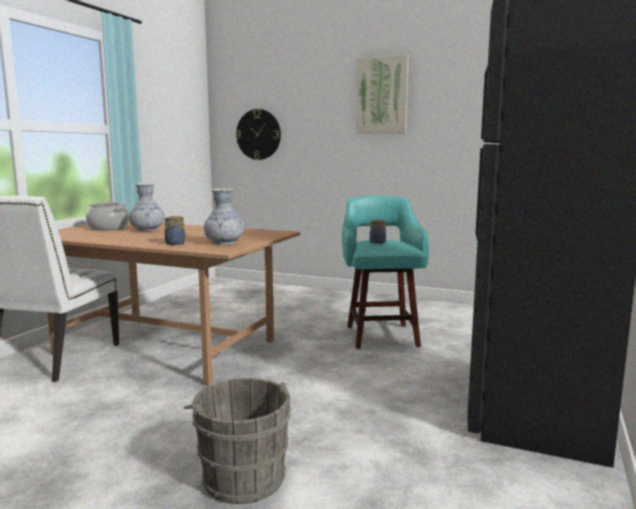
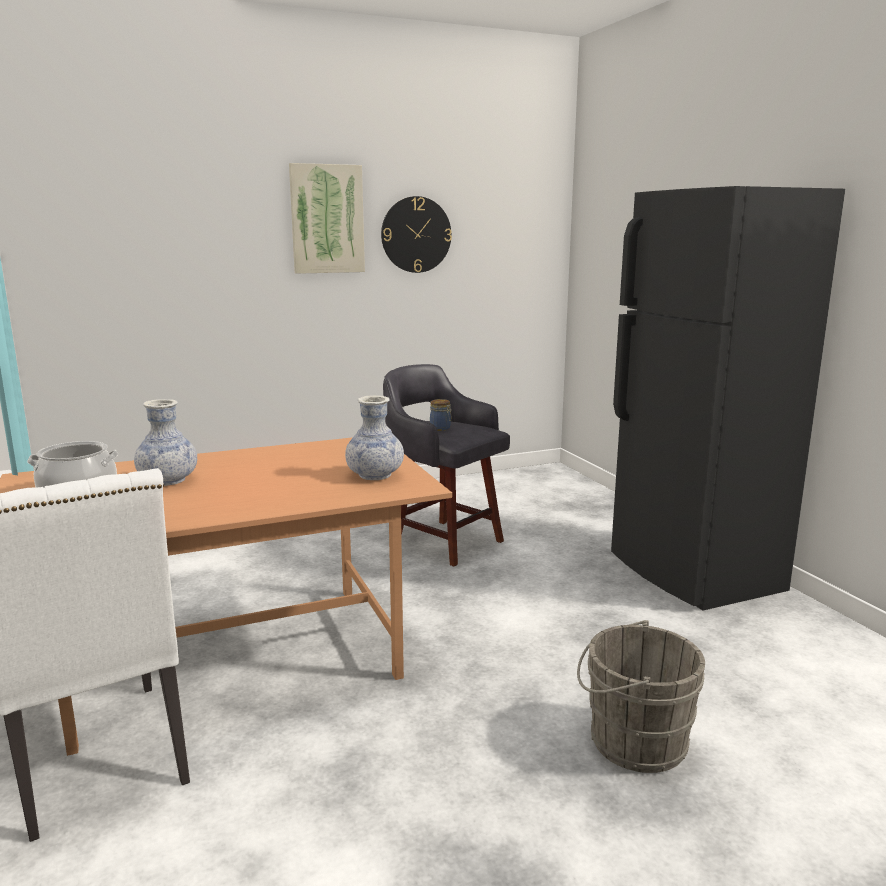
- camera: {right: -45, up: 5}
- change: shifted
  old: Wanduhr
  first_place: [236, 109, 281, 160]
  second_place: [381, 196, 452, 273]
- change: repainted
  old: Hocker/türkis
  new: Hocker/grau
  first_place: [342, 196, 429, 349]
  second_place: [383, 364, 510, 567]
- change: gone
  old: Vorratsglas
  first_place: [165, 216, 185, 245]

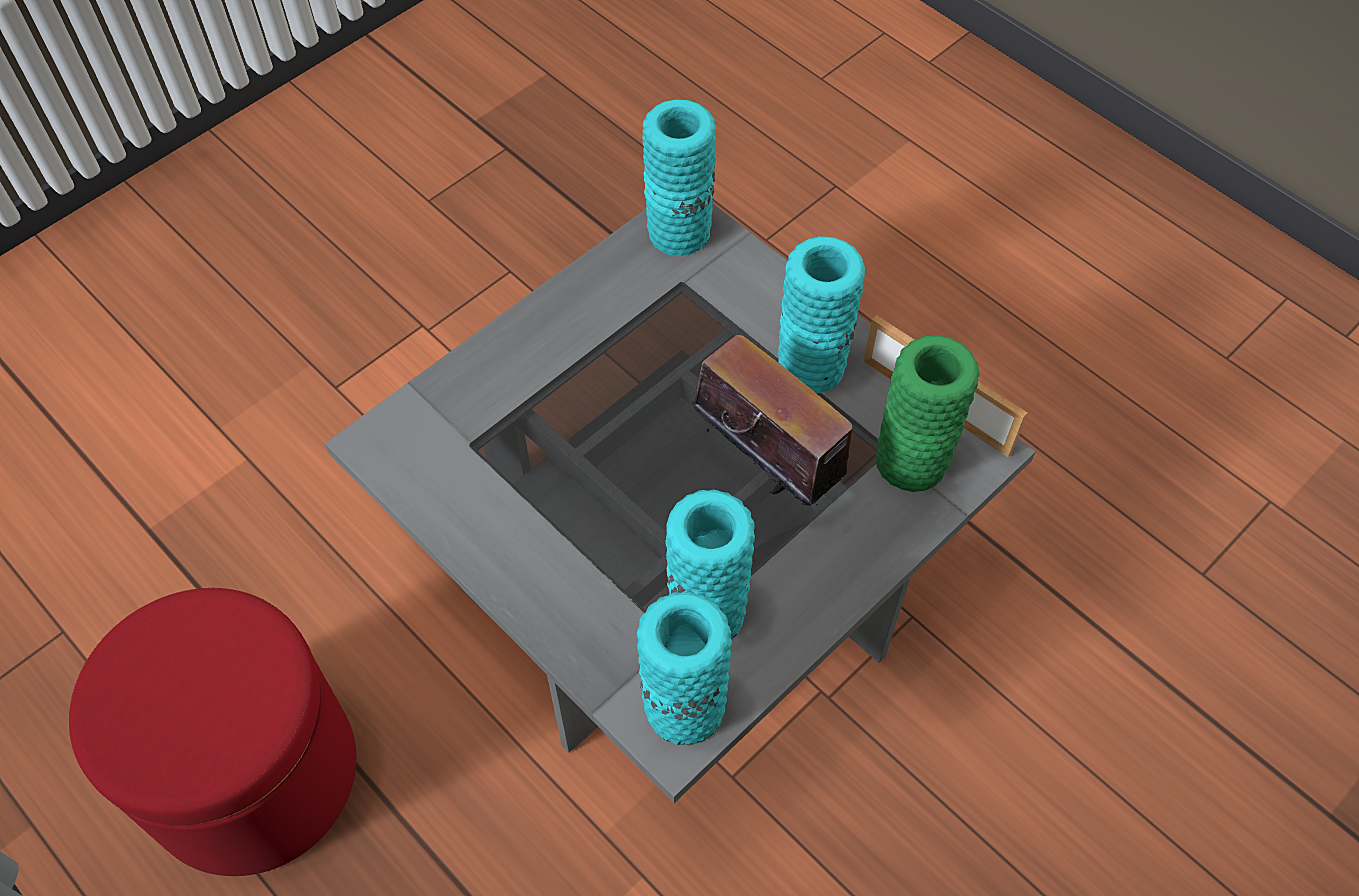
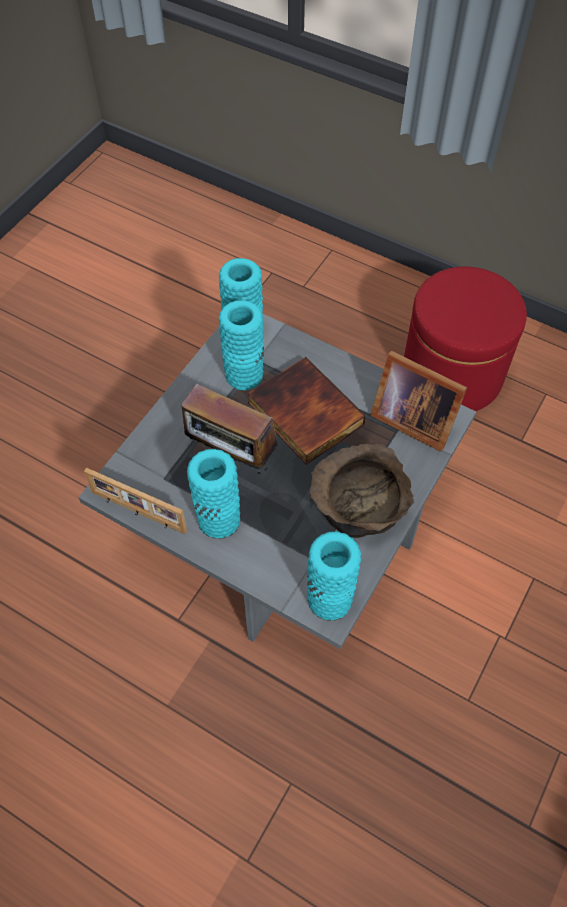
- camera: {right: 165, up: 0}
- change: new
  new: Buch
  second_place: [248, 357, 366, 465]
- change: new
  new: Schüssel/braun
  second_place: [310, 444, 414, 538]
- change: new
  new: Bilderrahmen
  second_place: [370, 351, 467, 452]
- change: gone
  old: Vase/grün
  first_place: [876, 335, 980, 492]

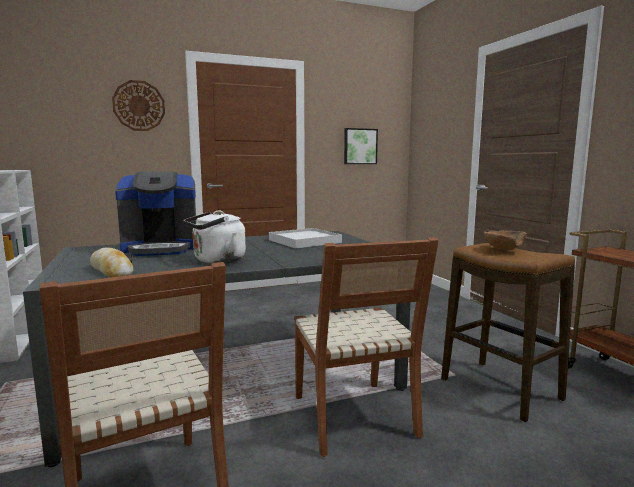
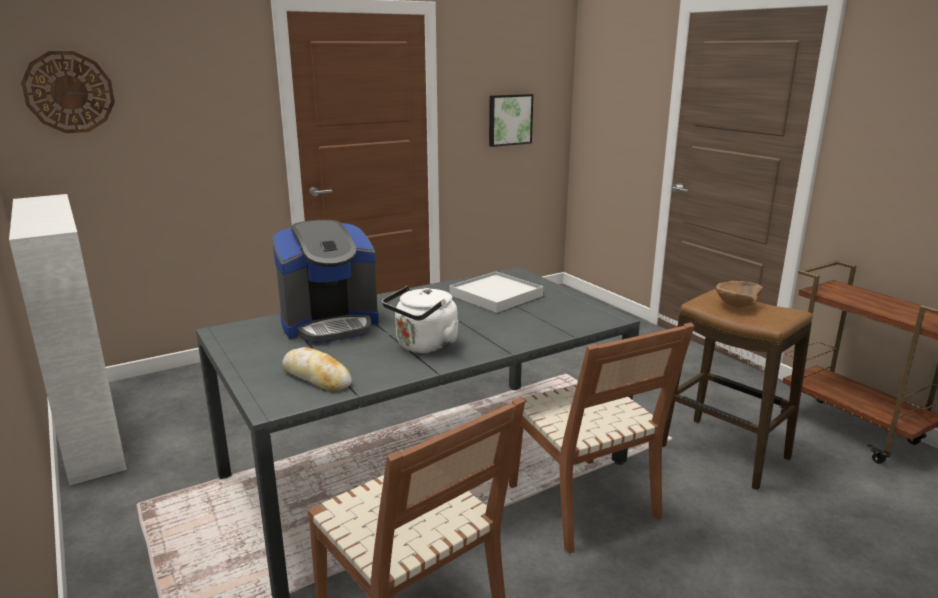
- camera: {right: -10, up: 10}
- change: shifted
  old: Wanduhr
  first_place: [112, 80, 165, 131]
  second_place: [21, 51, 115, 133]

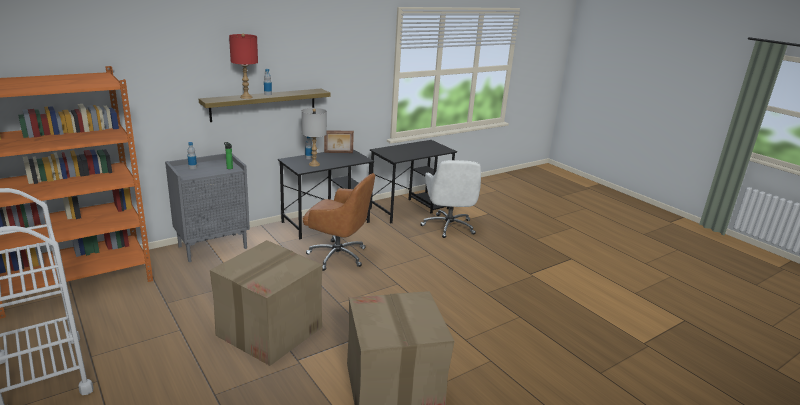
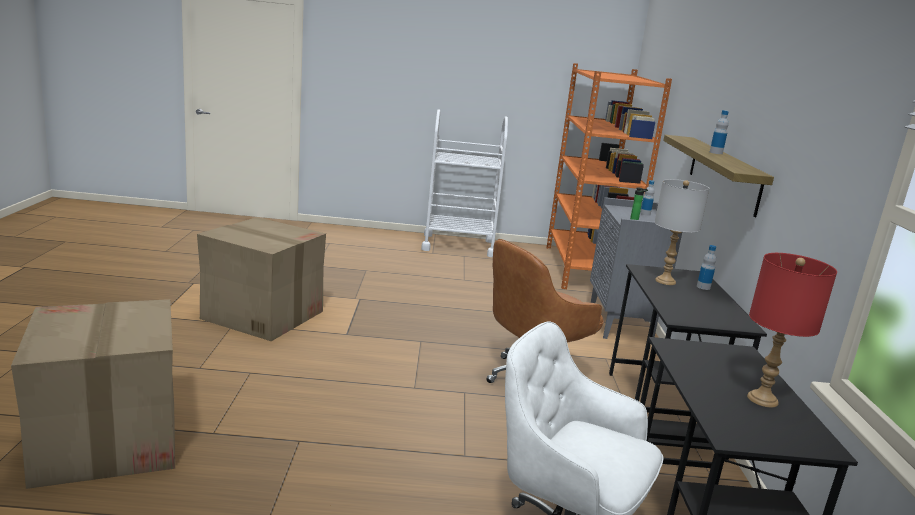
- camera: {right: 125, up: -5}
- change: shifted
  old: Karton
  first_place: [210, 240, 323, 366]
  second_place: [11, 299, 175, 489]
- change: shifted
  old: Tischlampe/rot
  first_place: [229, 33, 258, 99]
  second_place: [747, 253, 837, 407]
- change: gone
  old: Bilderrahmen
  first_place: [324, 130, 354, 153]

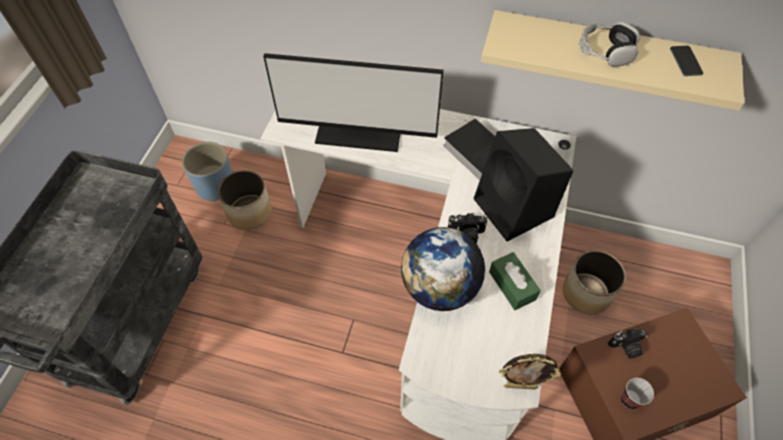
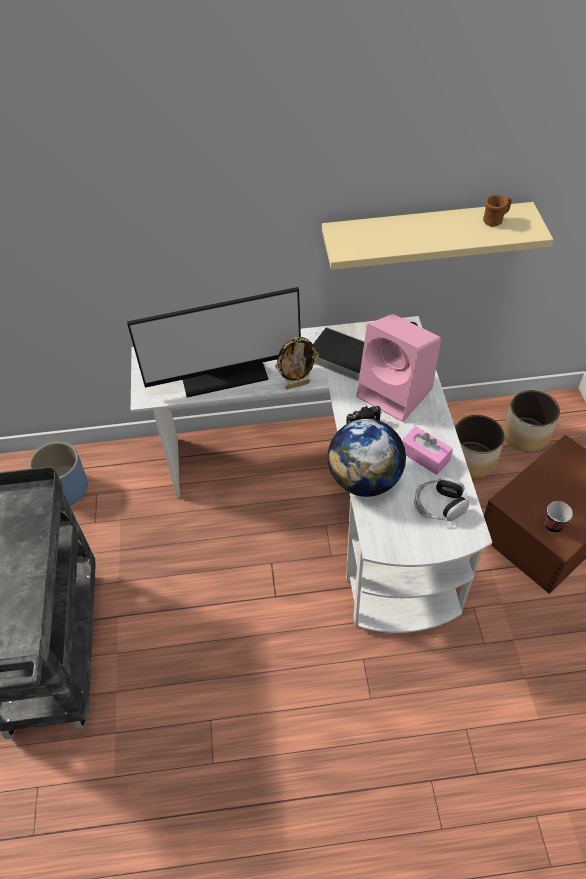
- camera: {right: -20, up: -5}
- change: shifted
  old: Bilderrahmen
  first_place: [499, 354, 561, 389]
  second_place: [275, 337, 319, 390]
- change: repainted
  old: Lautsprecher/schwarz
  new: Lautsprecher/rosa
  first_place: [474, 128, 573, 242]
  second_place: [357, 314, 441, 422]
- change: repainted
  old: Taschentuchbox/grün
  new: Taschentuchbox/rosa
  first_place: [489, 252, 541, 310]
  second_place: [402, 426, 453, 475]
- change: shifted
  old: Kopfhörer
  first_place: [579, 22, 640, 67]
  second_place: [414, 477, 469, 521]
- change: swapped
  old: Handy
  new: Henkelbecher/braun
  first_place: [670, 46, 703, 76]
  second_place: [483, 195, 512, 227]
- change: shifted
  old: Pflanzkübel
  first_place: [218, 170, 272, 230]
  second_place: [503, 390, 560, 452]
- change: gone
  old: Kamera
  first_place: [608, 329, 648, 358]

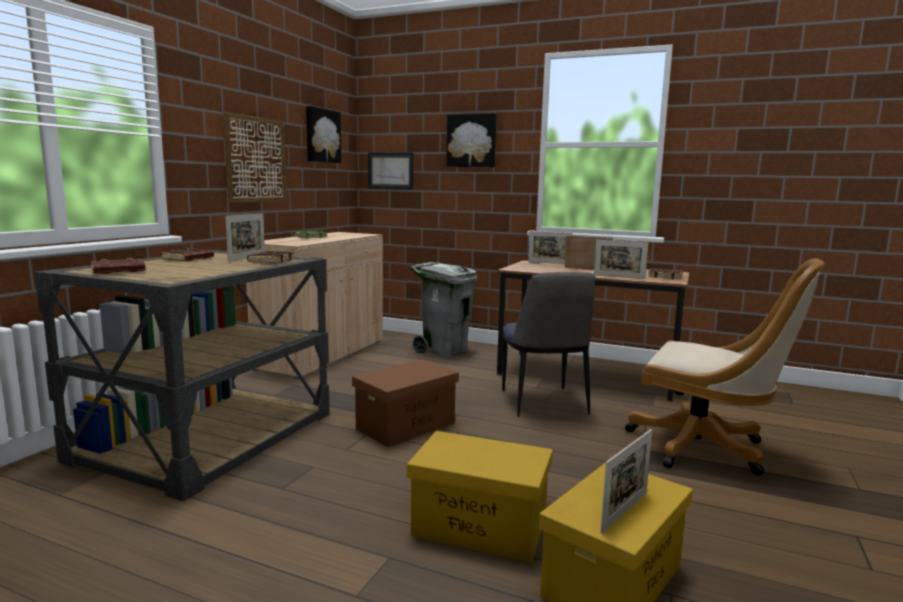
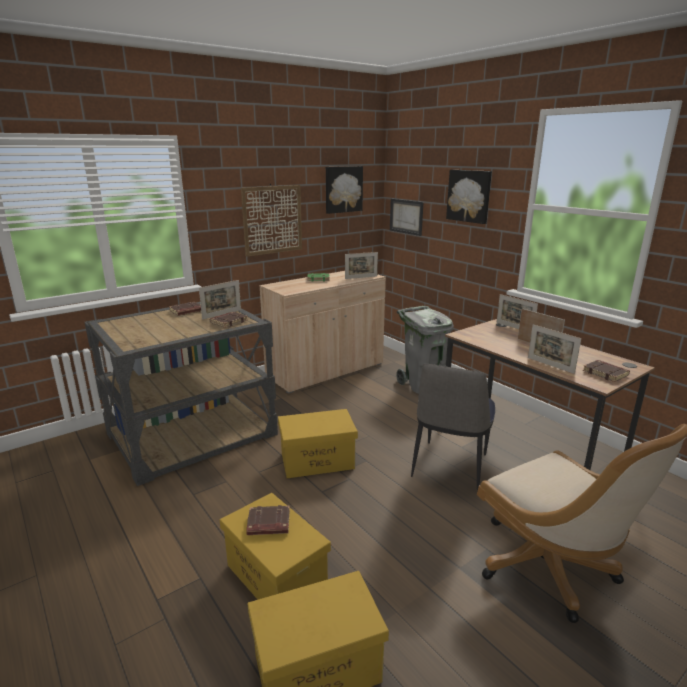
- camera: {right: 30, up: 10}
- change: shifted
  old: Buch/braun
  first_place: [91, 258, 146, 274]
  second_place: [246, 505, 290, 535]
- change: repainted
  old: Aufbewahrungsbox/braun
  new: Aufbewahrungsbox/gelb
  first_place: [352, 359, 459, 447]
  second_place: [278, 409, 358, 478]
- change: shifted
  old: Bilderrahmen
  first_place: [601, 429, 652, 534]
  second_place: [345, 252, 378, 279]

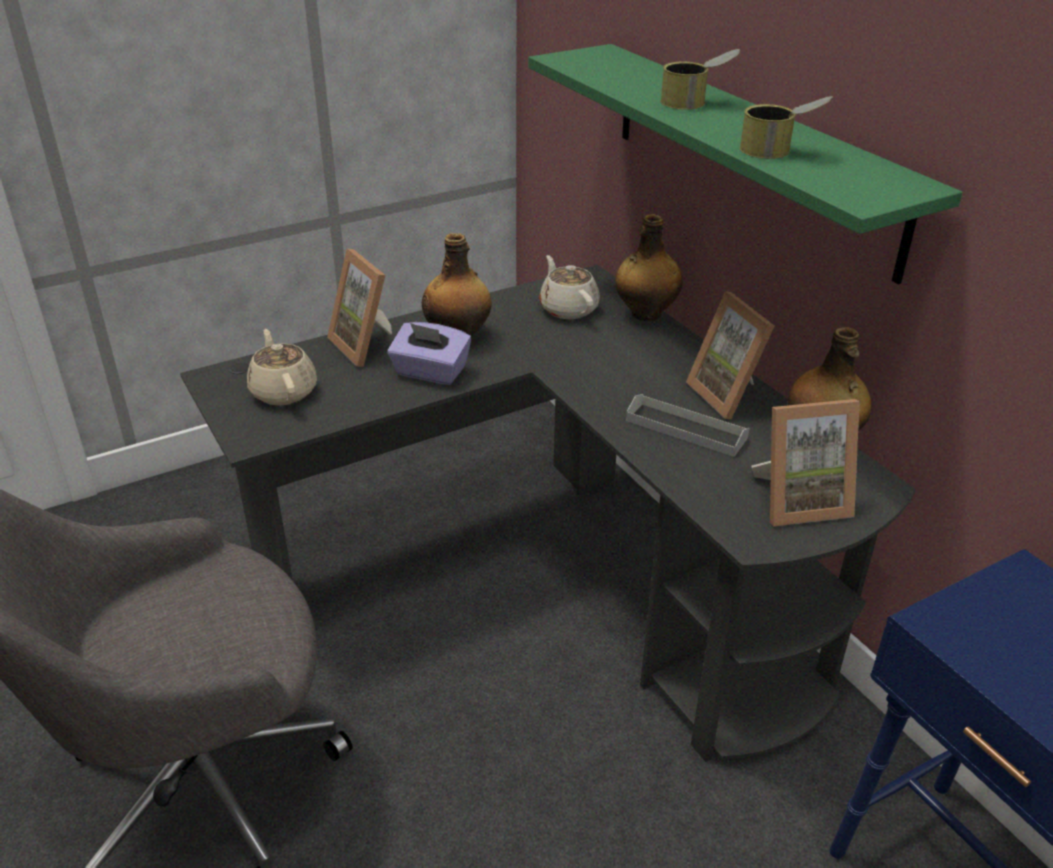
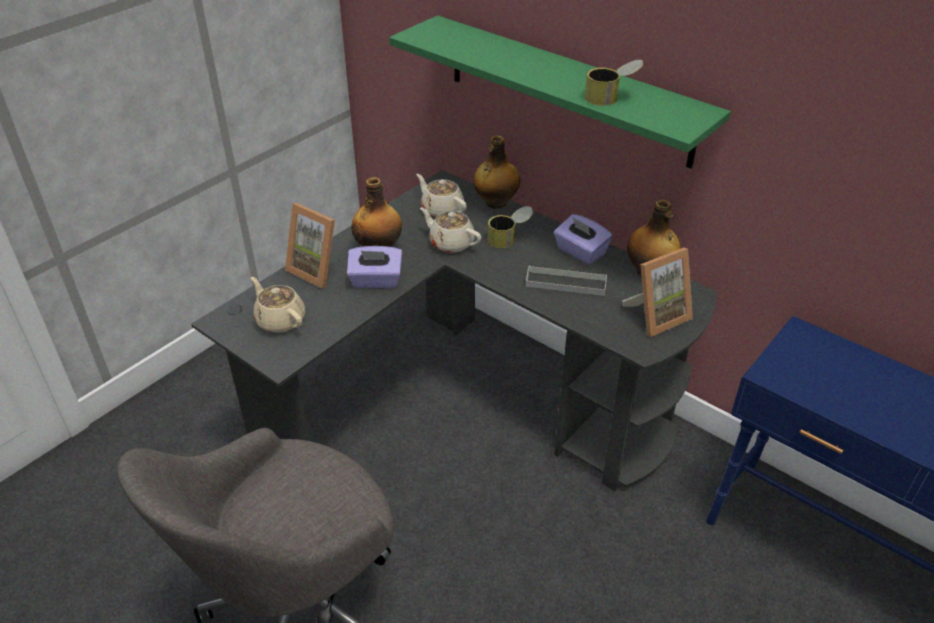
- camera: {right: -20, up: 5}
- change: new
  new: Teekanne/beige
  second_place: [420, 207, 481, 253]
- change: shifted
  old: Dose
  first_place: [661, 49, 740, 110]
  second_place: [488, 206, 533, 248]
- change: swapped
  old: Bilderrahmen
  new: Taschentuchbox/lila
  first_place: [686, 291, 774, 419]
  second_place: [554, 214, 612, 264]

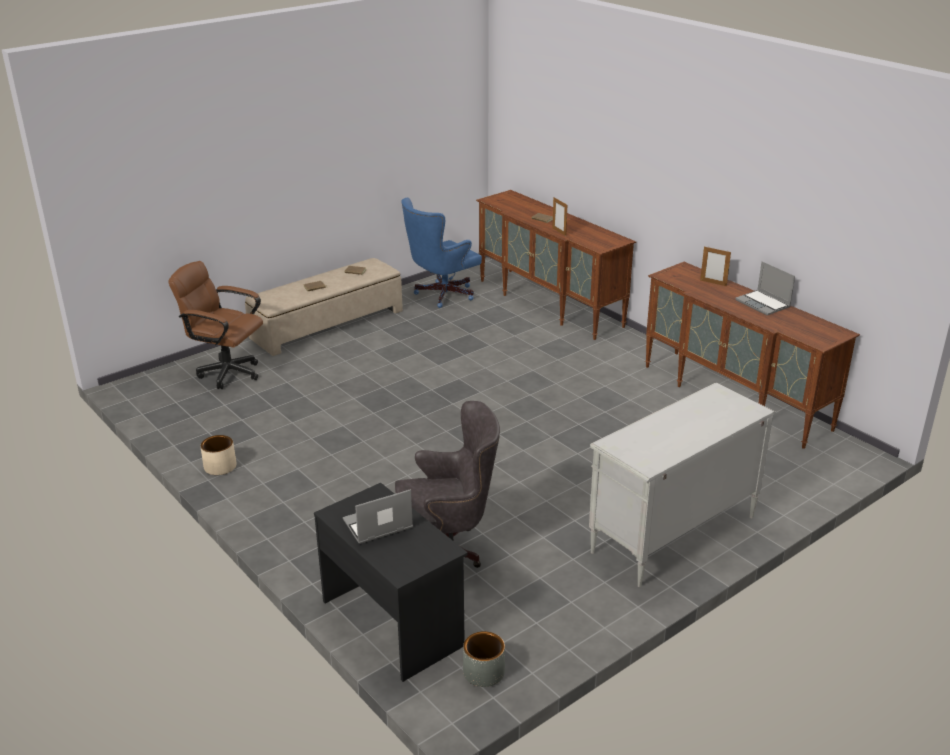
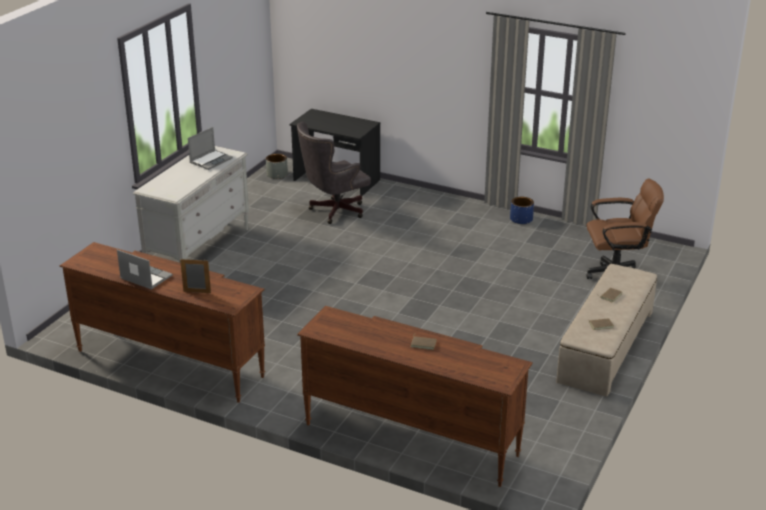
- camera: {right: 155, up: 0}
- change: shifted
  old: Laptop
  first_place: [343, 489, 413, 544]
  second_place: [188, 127, 233, 170]
- change: repainted
  old: Pflanzkübel/beige
  new: Pflanzkübel/blau
  first_place: [200, 435, 236, 475]
  second_place: [510, 197, 534, 224]
- change: gone
  old: Bürostuhl/blau
  first_place: [401, 198, 482, 308]
- change: gone
  old: Bilderrahmen
  first_place: [552, 197, 567, 236]

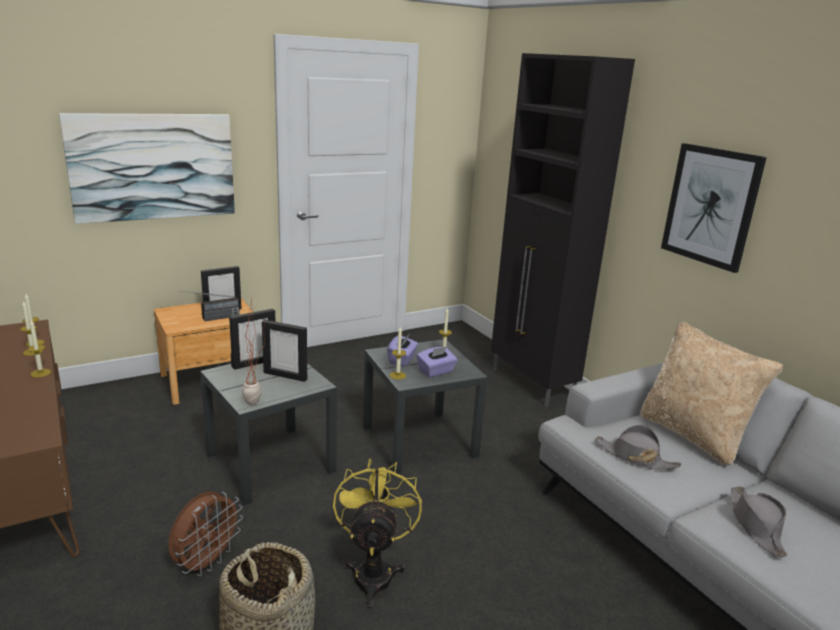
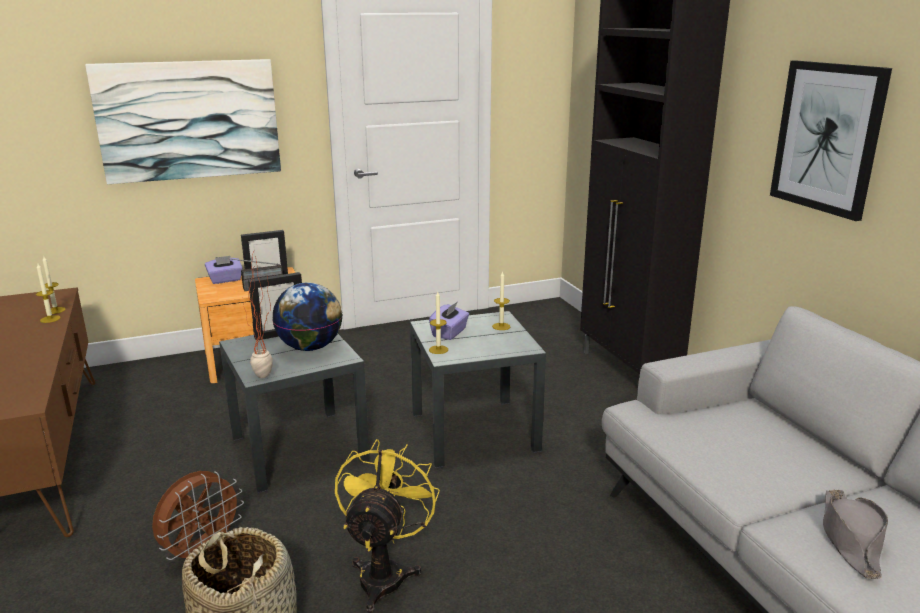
- camera: {right: 10, up: 0}
- change: shifted
  old: Taschentuchbox/lila
  first_place: [417, 346, 458, 377]
  second_place: [205, 256, 243, 284]
- change: swapped
  old: Bilderrahmen
  new: Globus
  first_place: [262, 320, 307, 382]
  second_place: [273, 282, 343, 351]
- change: gone
  old: Kerze
  first_place: [27, 320, 51, 378]
- change: gone
  old: Hut/grau
  first_place: [595, 425, 681, 470]
- change: gone
  old: Kissen/beige
  first_place: [640, 321, 783, 465]

